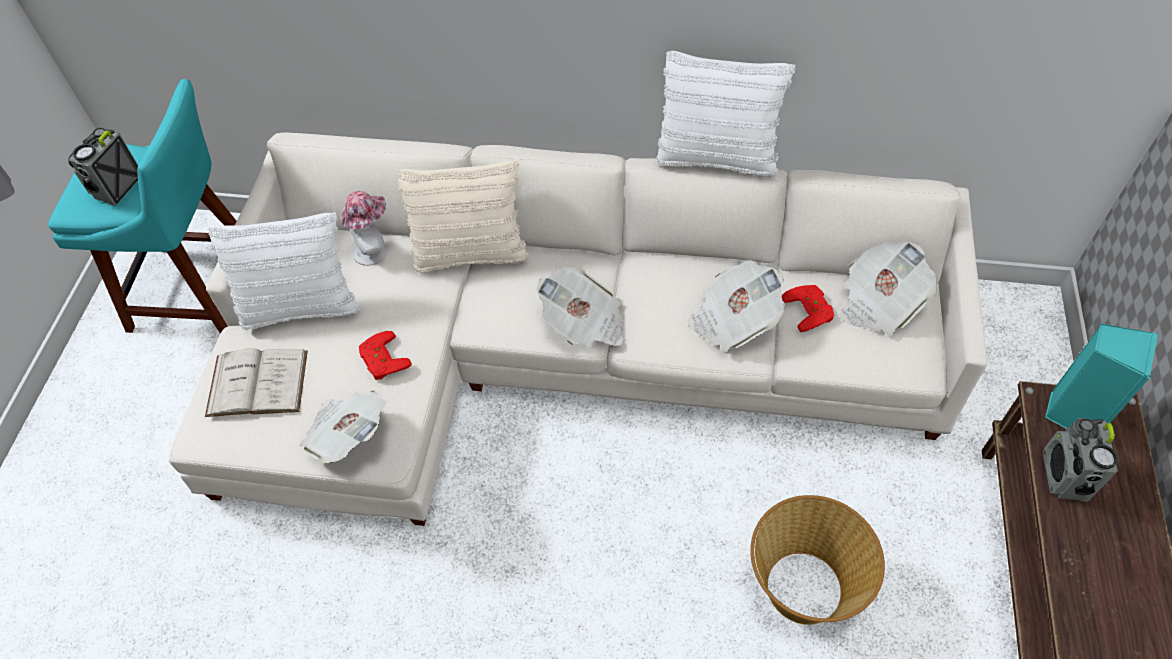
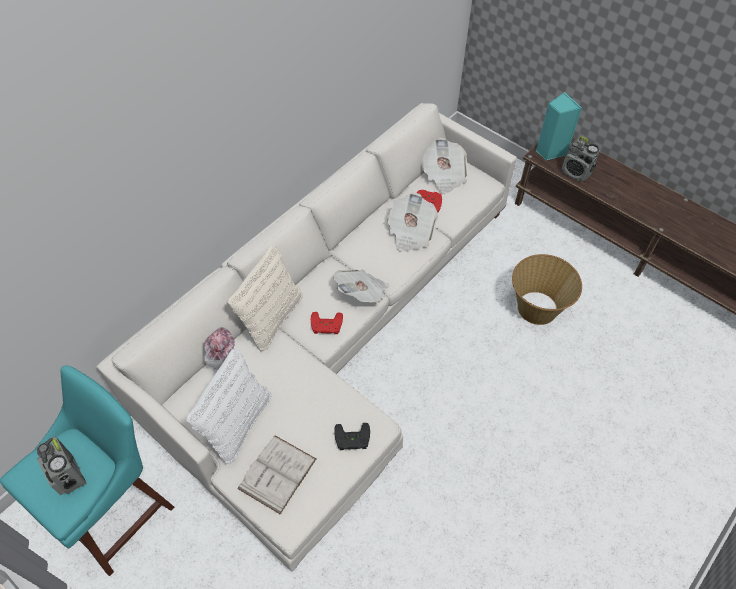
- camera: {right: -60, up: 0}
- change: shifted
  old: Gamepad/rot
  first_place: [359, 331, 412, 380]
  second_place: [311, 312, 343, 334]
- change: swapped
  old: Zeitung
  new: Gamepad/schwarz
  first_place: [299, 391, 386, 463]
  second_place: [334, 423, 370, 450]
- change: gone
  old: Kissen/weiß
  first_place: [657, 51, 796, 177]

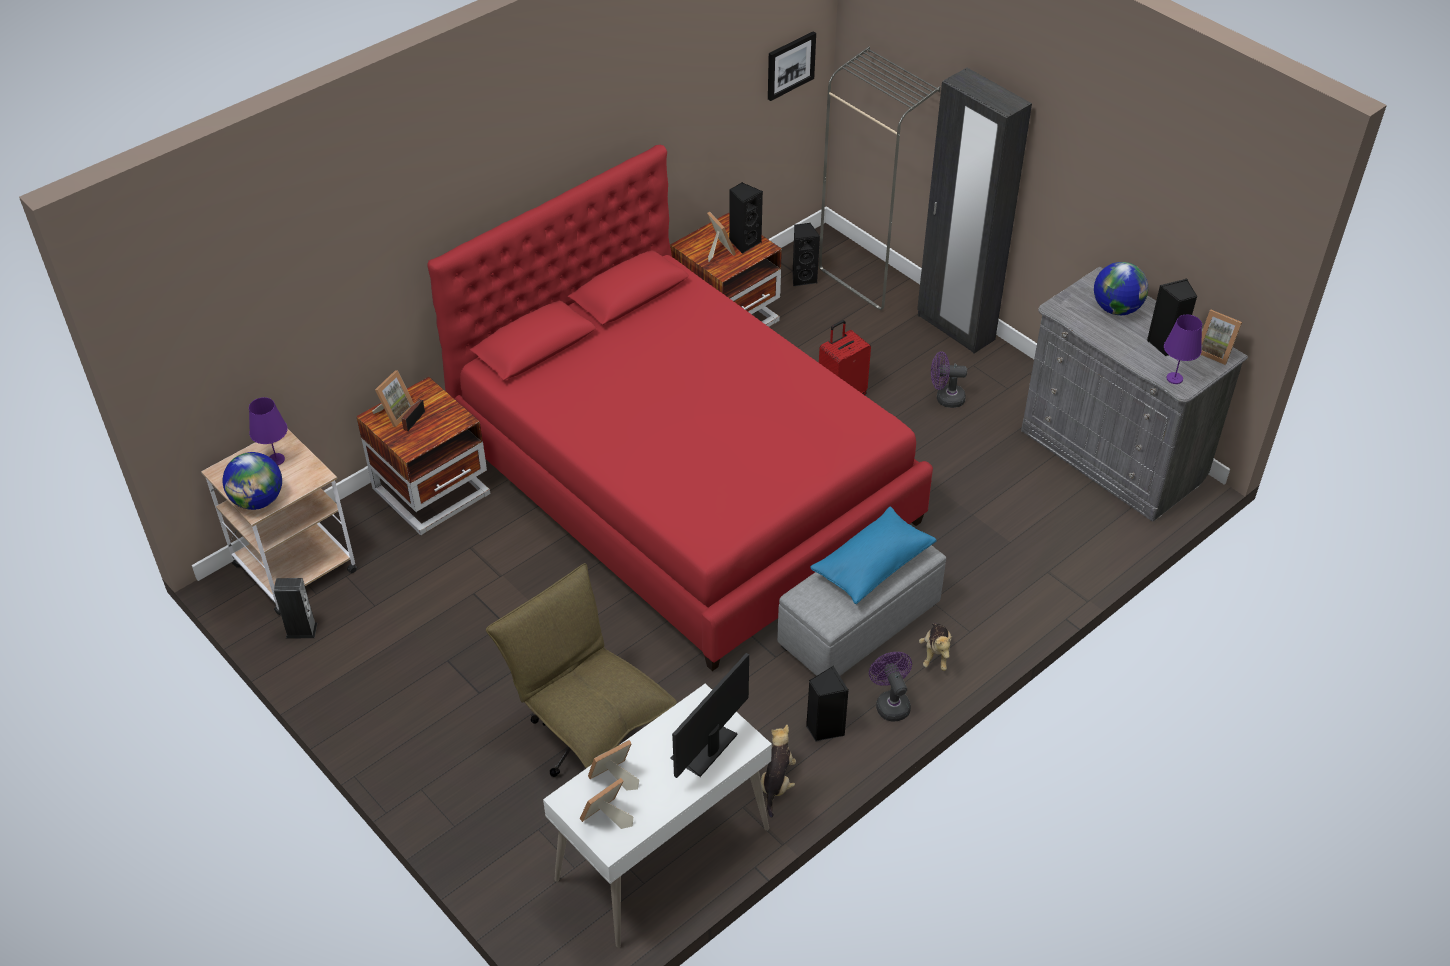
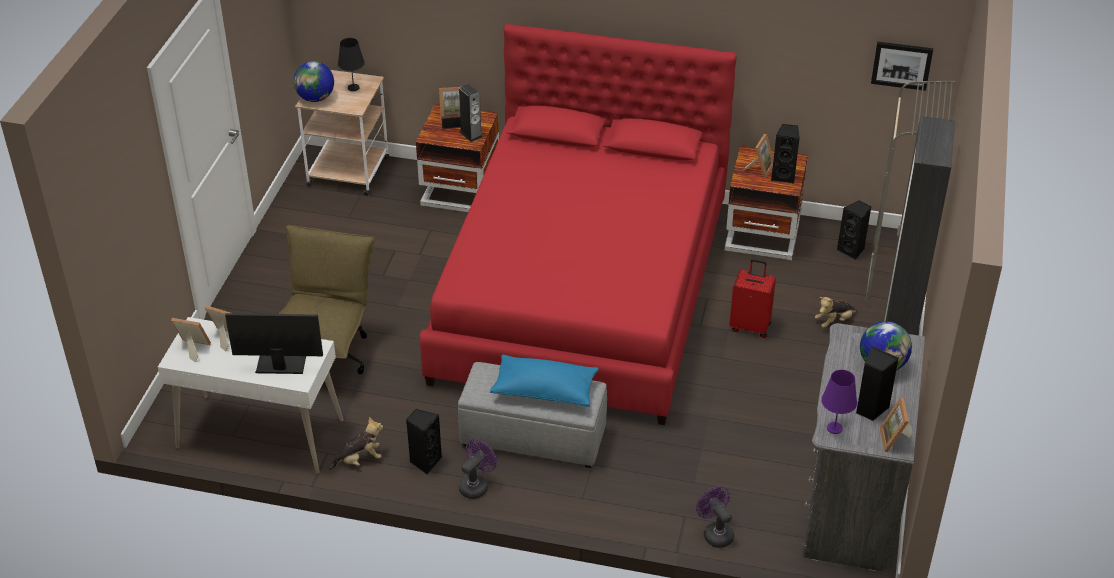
- camera: {right: 55, up: -5}
- change: repainted
  old: Tischlampe/lila
  new: Tischlampe/schwarz
  first_place: [249, 397, 288, 465]
  second_place: [338, 38, 365, 91]
- change: shifted
  old: Lautsprecher
  first_place: [274, 578, 317, 639]
  second_place: [459, 84, 483, 142]
- change: shifted
  old: Ventilator/lila
  first_place: [931, 351, 967, 408]
  second_place: [696, 486, 734, 548]
- change: shifted
  old: Plüschtier
  first_place: [919, 623, 952, 671]
  second_place: [815, 297, 857, 328]

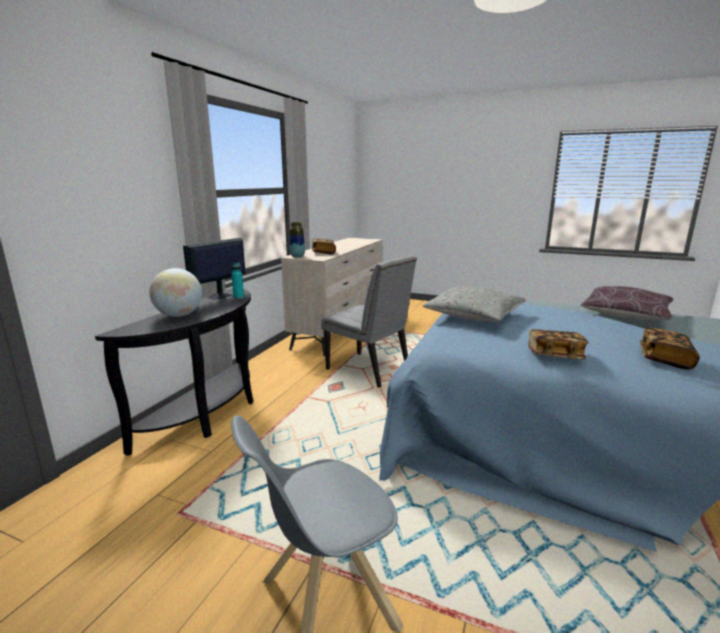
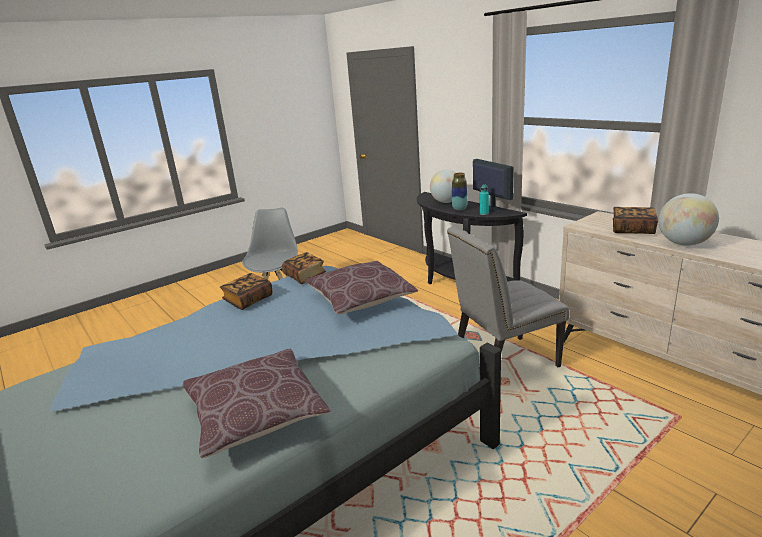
- camera: {right: 120, up: 5}
- change: shifted
  old: Buch
  first_place: [640, 327, 699, 369]
  second_place: [282, 252, 326, 284]
- change: repainted
  old: Kissen/grau
  new: Kissen/braun
  first_place: [423, 286, 526, 322]
  second_place: [305, 261, 418, 314]
- change: shifted
  old: Vase
  first_place: [290, 222, 305, 258]
  second_place: [452, 173, 468, 210]
- change: new
  new: Globus
  second_place: [659, 193, 719, 246]

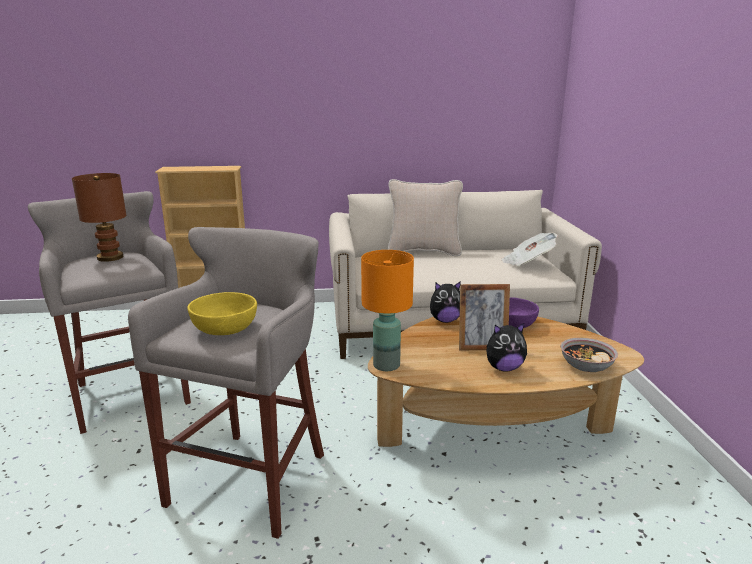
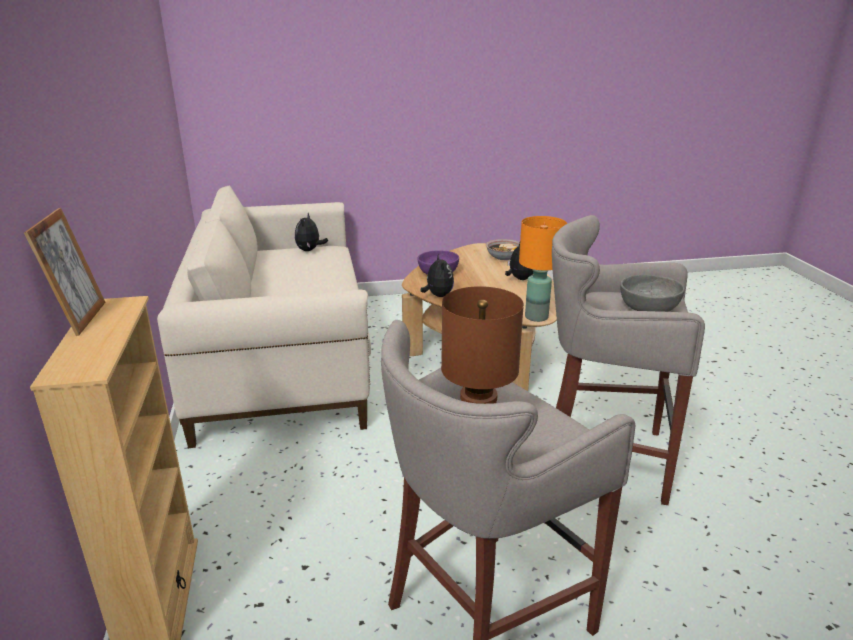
- camera: {right: -95, up: 5}
- change: shifted
  old: Bilderrahmen
  first_place: [459, 284, 510, 350]
  second_place: [24, 208, 106, 336]
- change: swapped
  old: Zeitung
  new: Plüschtier
  first_place: [501, 233, 558, 266]
  second_place: [295, 213, 328, 251]
- change: repainted
  old: Schüssel/gelb
  new: Schüssel/grau
  first_place: [187, 292, 257, 335]
  second_place: [620, 275, 685, 312]
- change: gone
  old: Kissen/beige
  first_place: [388, 179, 463, 256]

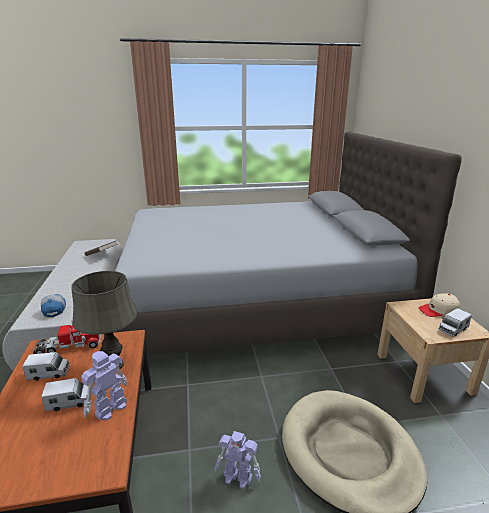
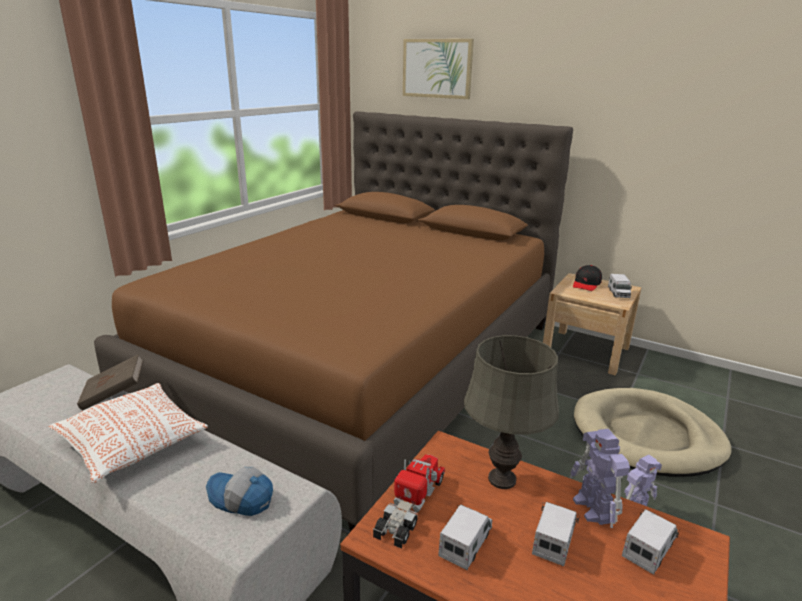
- camera: {right: -50, up: 0}
- change: new
  new: Kissen/weiß
  second_place: [49, 383, 208, 483]
- change: repainted
  old: Bett/grau
  new: Bett/braun
  first_place: [113, 132, 462, 355]
  second_place: [94, 111, 573, 532]
- change: new
  new: Bild
  second_place: [403, 39, 474, 99]
- change: repainted
  old: Kappe/beige
  new: Kappe/schwarz
  first_place: [418, 293, 460, 317]
  second_place: [573, 265, 602, 291]
- change: new
  new: Spielzeuglaster
  second_place: [622, 509, 680, 575]

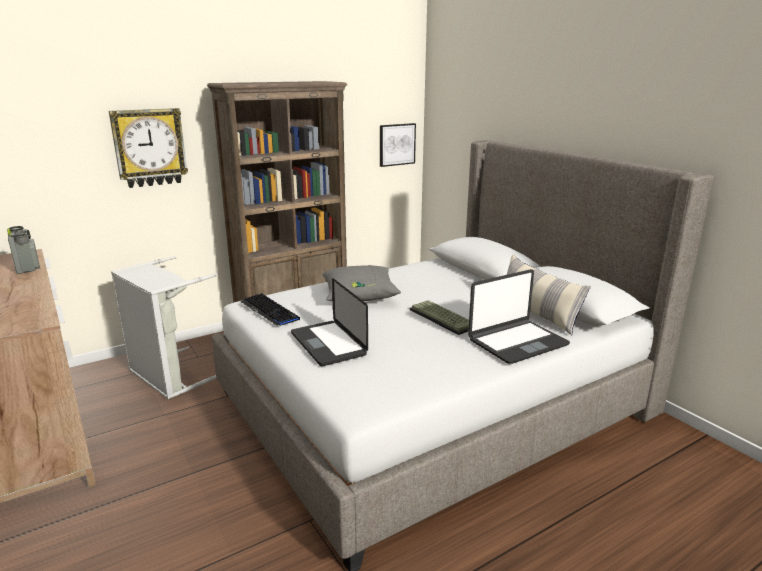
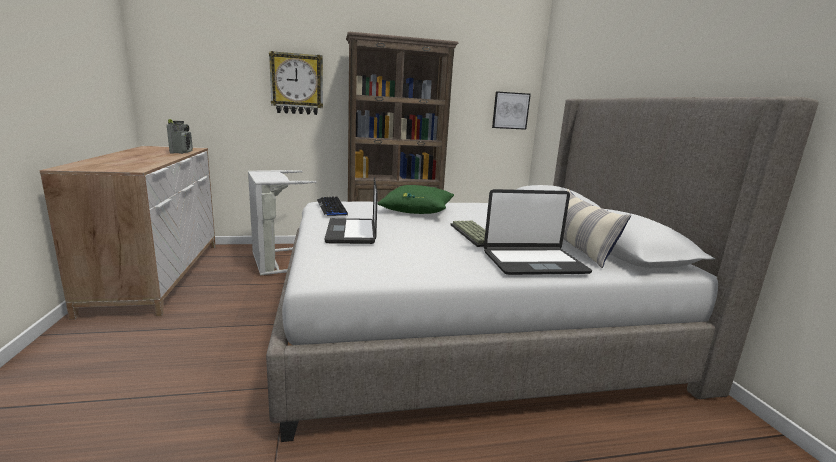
- camera: {right: 20, up: -5}
- change: repainted
  old: Kissen/grau
  new: Kissen/grün
  first_place: [322, 265, 401, 301]
  second_place: [377, 185, 454, 214]

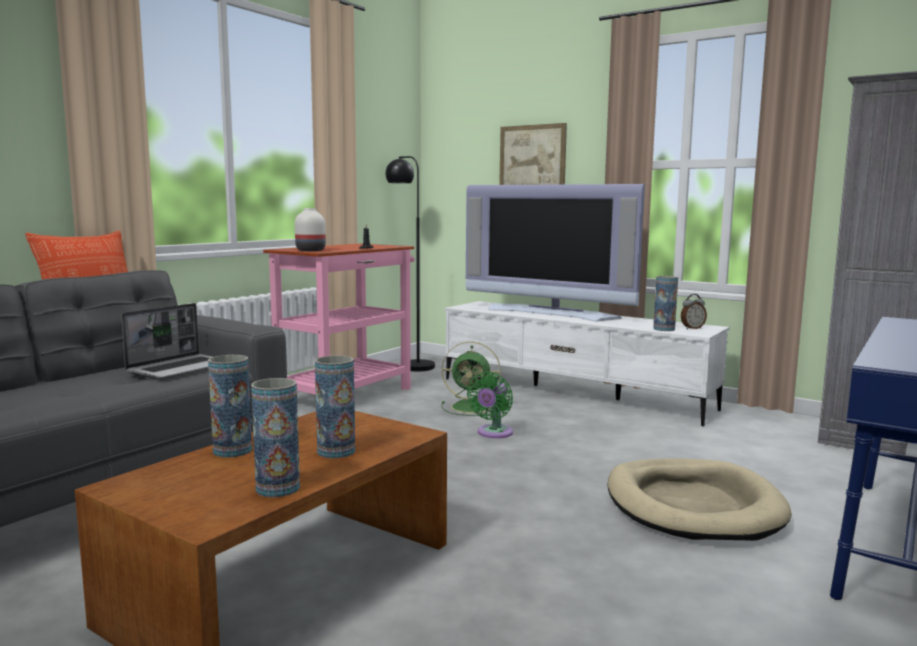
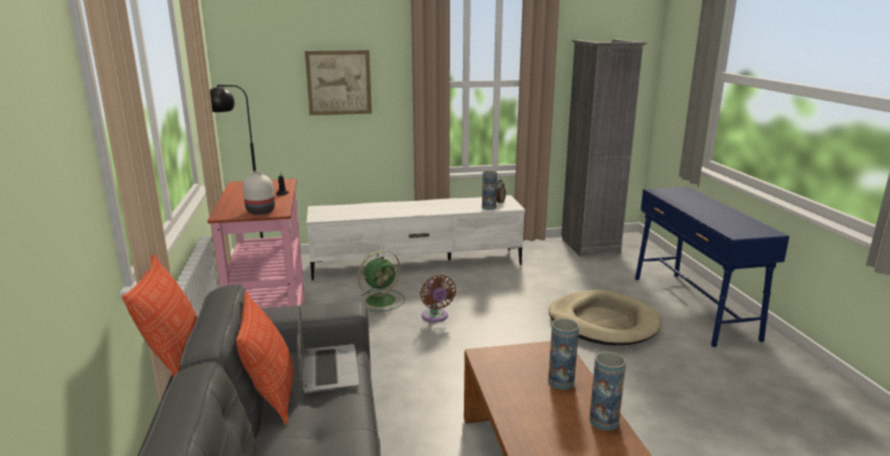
- camera: {right: -45, up: 10}
- change: new
  new: Kissen/orange
  second_place: [236, 291, 294, 425]
- change: repainted
  old: Ventilator/grün
  new: Ventilator/braun
  first_place: [467, 372, 513, 438]
  second_place: [420, 275, 456, 322]
- change: gone
  old: Vase
  first_place: [208, 355, 252, 458]
- change: gone
  old: Fernseher
  first_place: [466, 184, 645, 322]

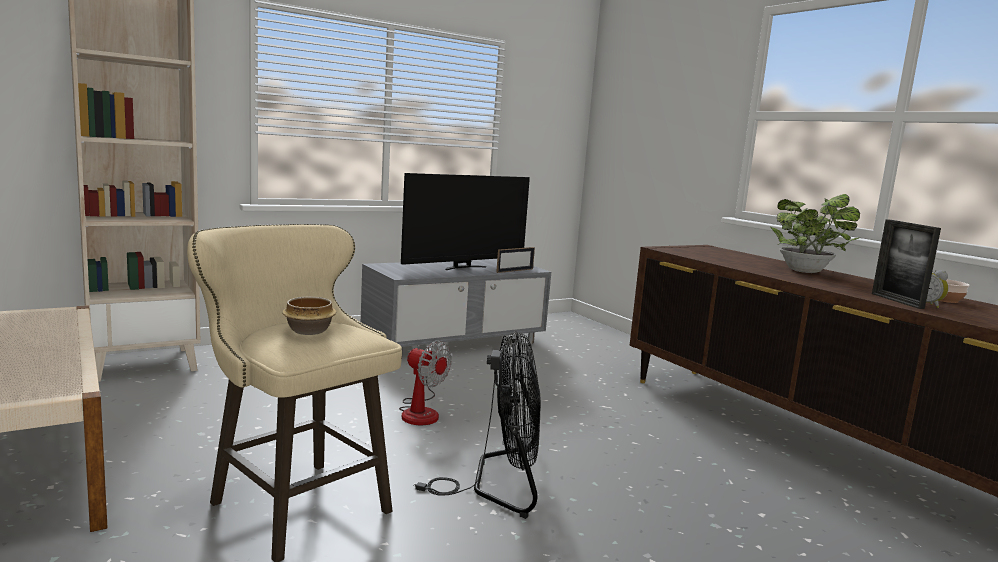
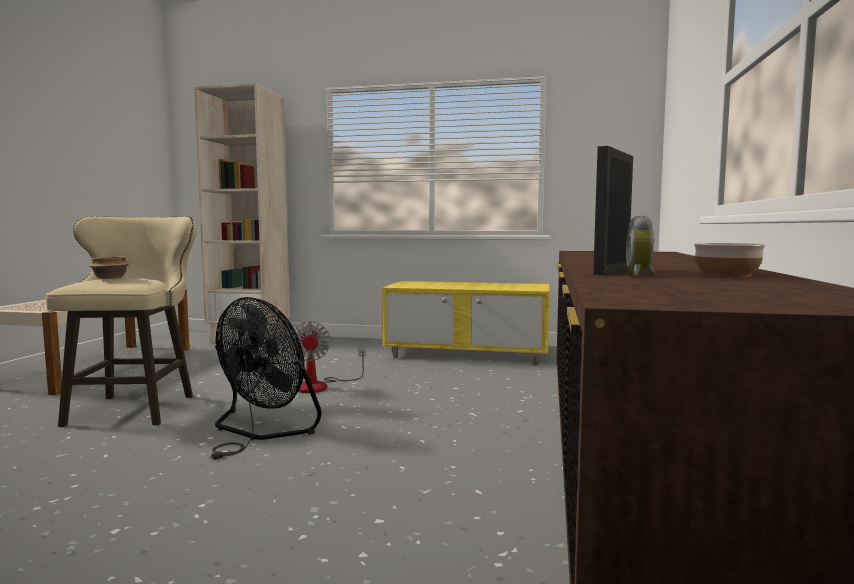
- camera: {right: 45, up: -5}
- change: rotated
  old: Ventilator/schwarz
  first_place: [415, 331, 541, 519]
  second_place: [209, 297, 321, 460]
  degrees: -105
- change: repainted
  old: Fernsehschrank/grau
  new: Fernsehschrank/gelb
  first_place: [361, 259, 551, 348]
  second_place: [382, 281, 549, 365]
- change: gone
  old: Fernseher
  first_place: [401, 173, 530, 270]
- change: gone
  old: Bilderrahmen
  first_place: [496, 247, 535, 273]
- change: gone
  old: Topfpflanze
  first_place: [770, 194, 860, 273]

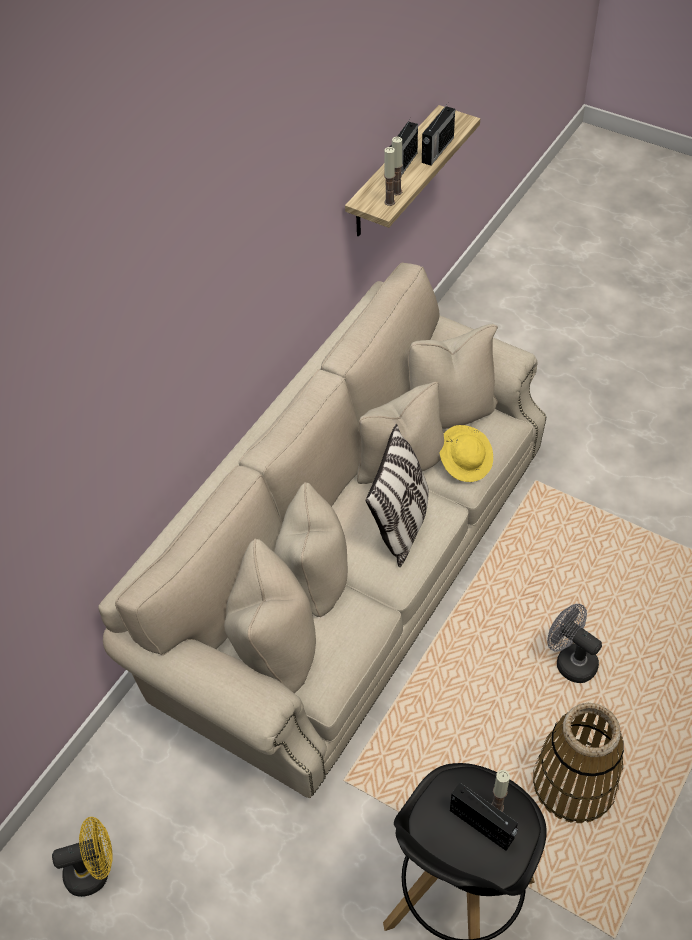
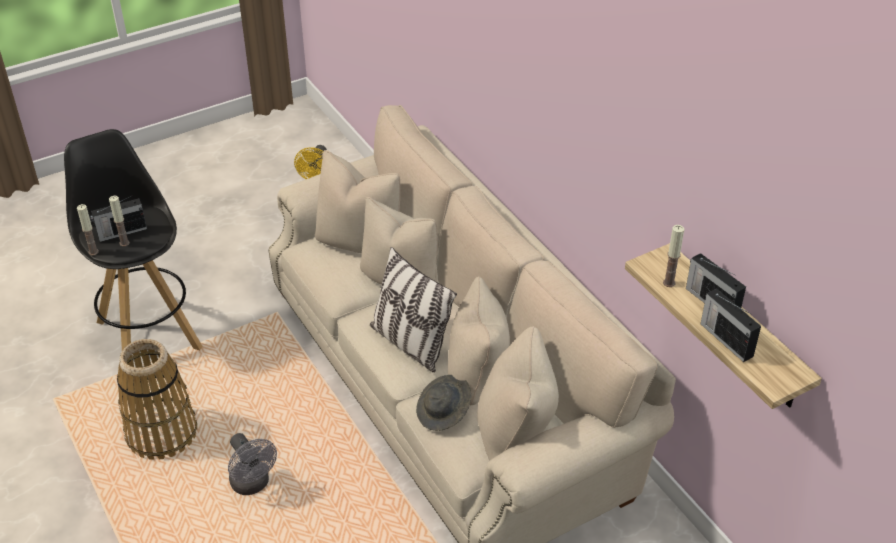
- camera: {right: 115, up: -10}
- change: shifted
  old: Kerze
  first_place: [384, 147, 395, 206]
  second_place: [77, 204, 99, 255]
- change: rotated
  old: Ventilator/grau
  first_place: [547, 604, 602, 683]
  second_place: [228, 433, 277, 495]
  degrees: 75
- change: repainted
  old: Hut/gelb
  new: Hut/grau
  first_place: [439, 425, 493, 482]
  second_place: [416, 375, 471, 431]

